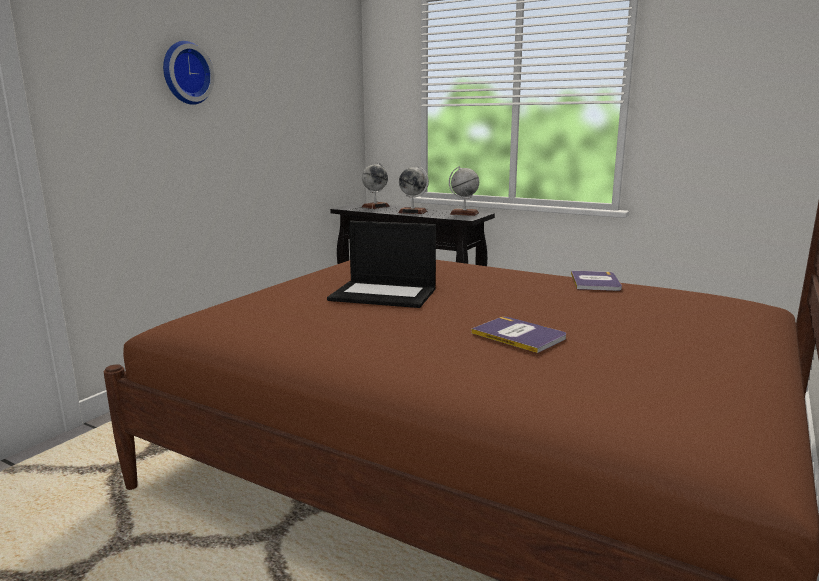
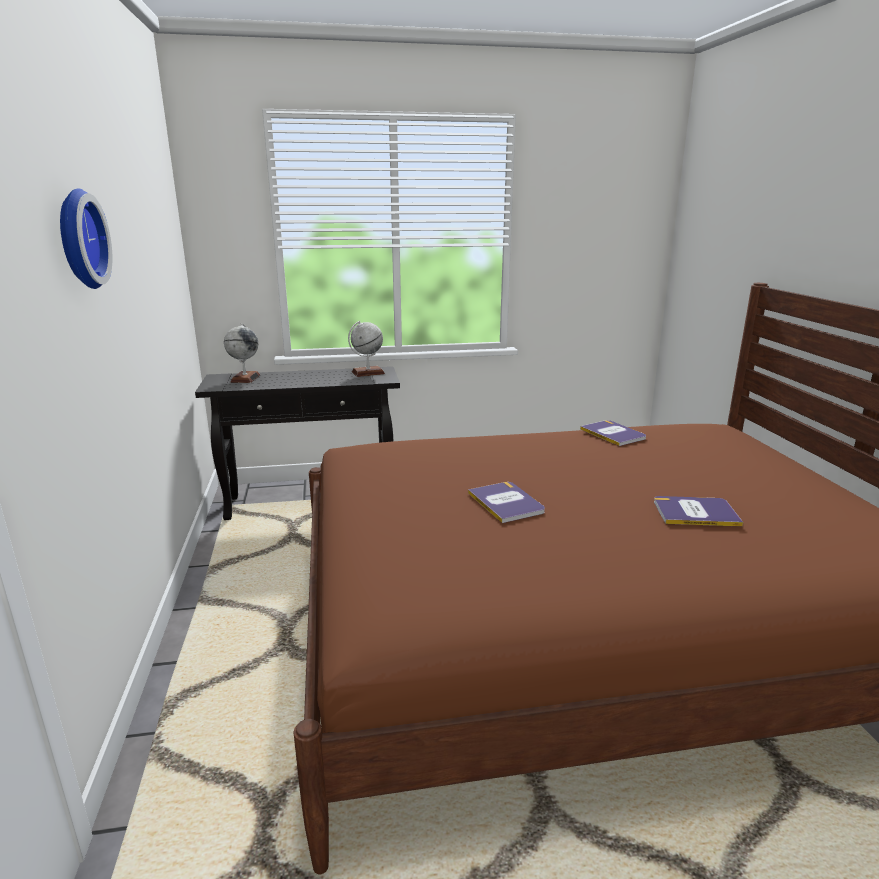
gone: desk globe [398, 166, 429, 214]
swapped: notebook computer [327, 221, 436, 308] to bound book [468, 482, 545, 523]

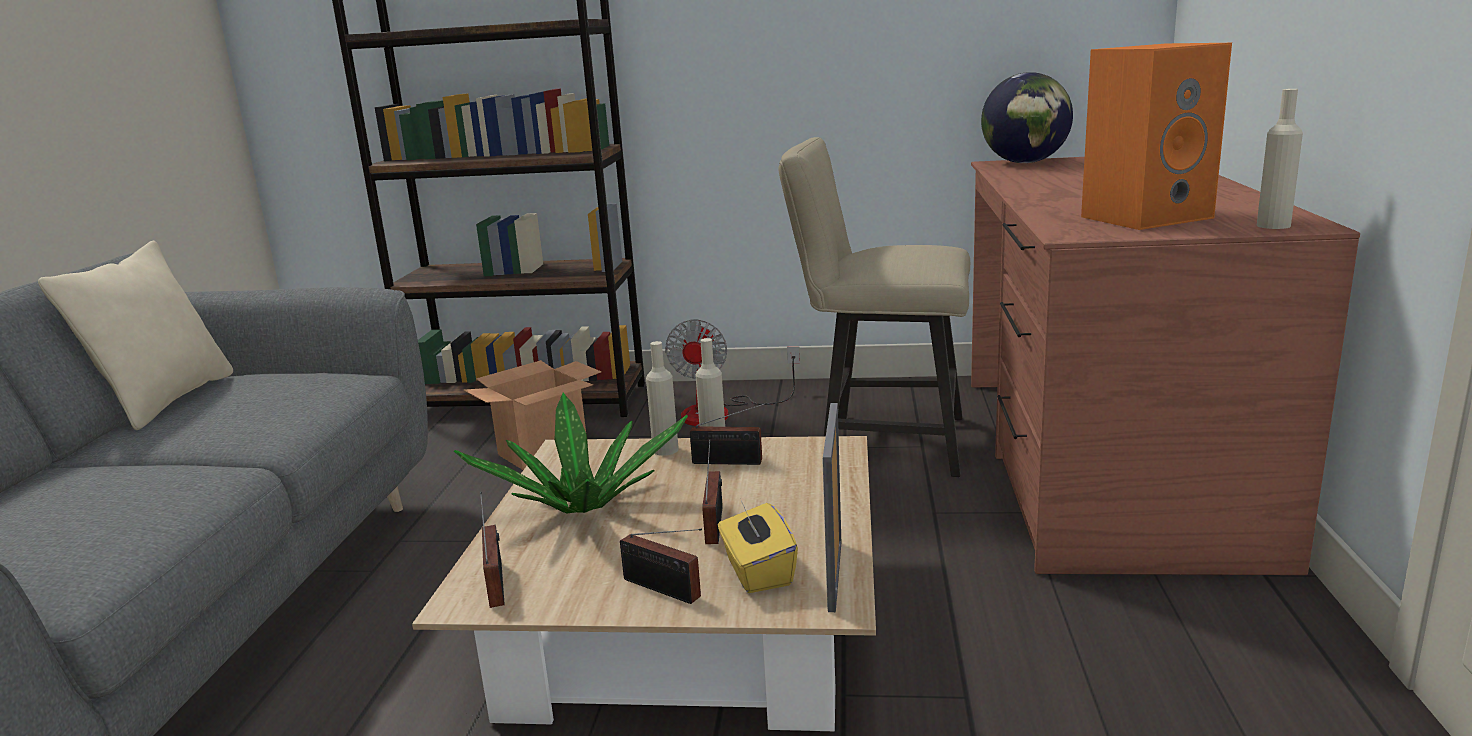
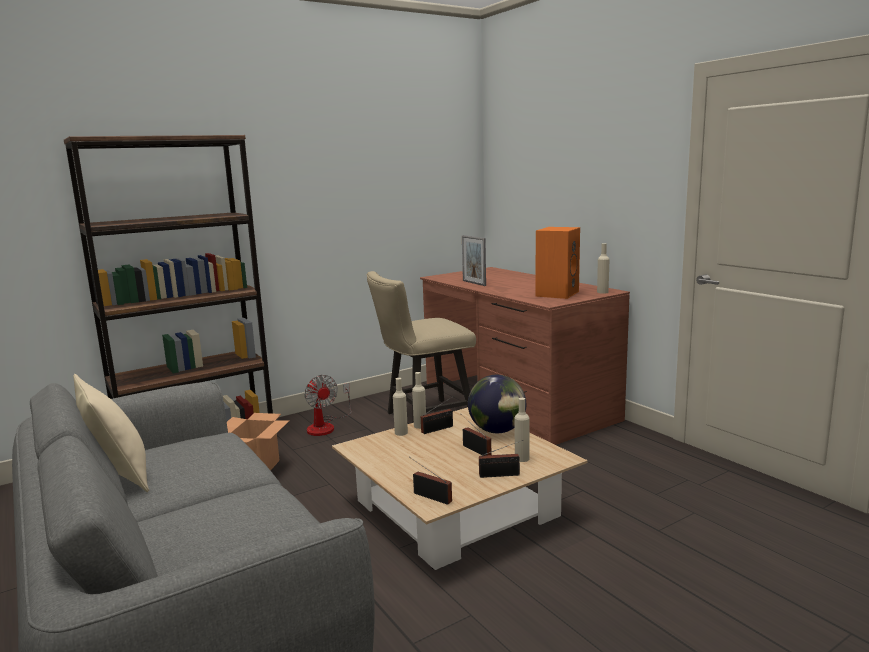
gone: potted plant [454, 393, 688, 514]
shifted: standing frame [822, 403, 842, 612] to [462, 235, 486, 286]; desk globe [981, 72, 1073, 163] to [468, 375, 526, 433]
swapped: yellow-coloured tissue box [718, 501, 798, 593] to beige drink bottle [515, 398, 529, 462]

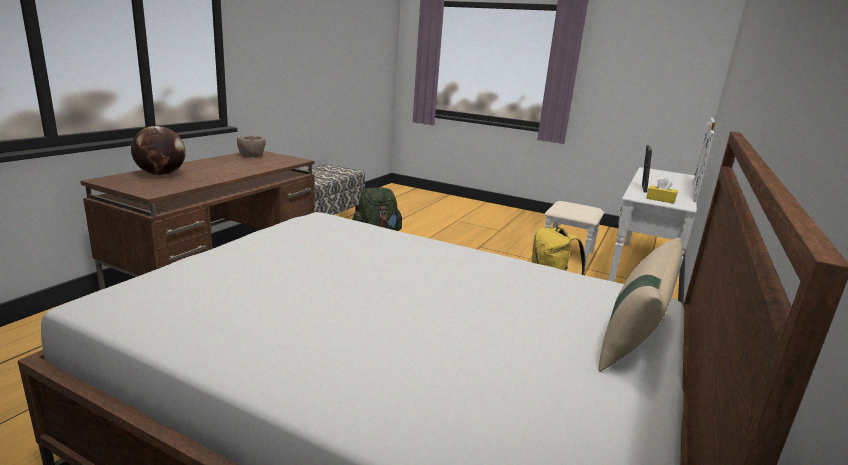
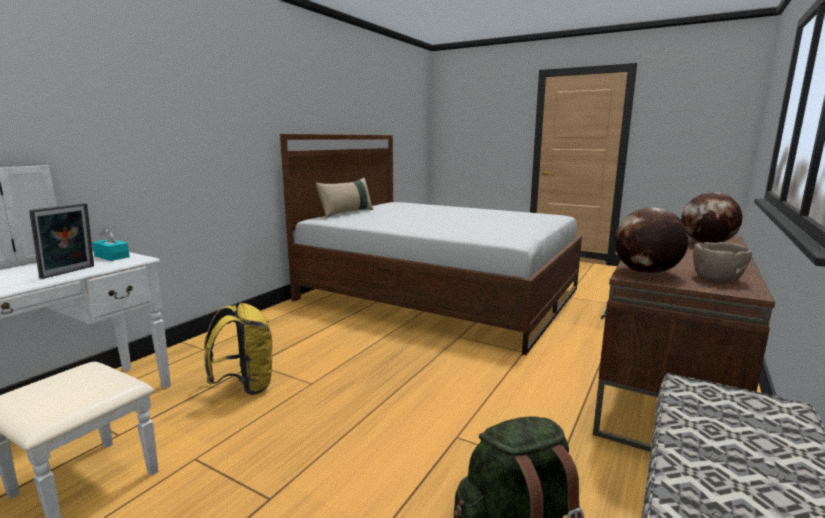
new: desk globe [615, 207, 689, 274]
repainted: yellow-coloured tissue box [646, 178, 678, 204] to blue-green tissue box [92, 228, 130, 261]

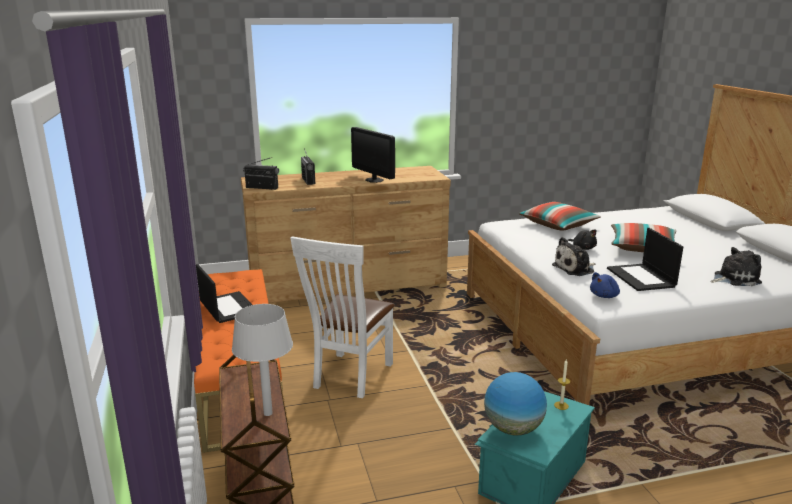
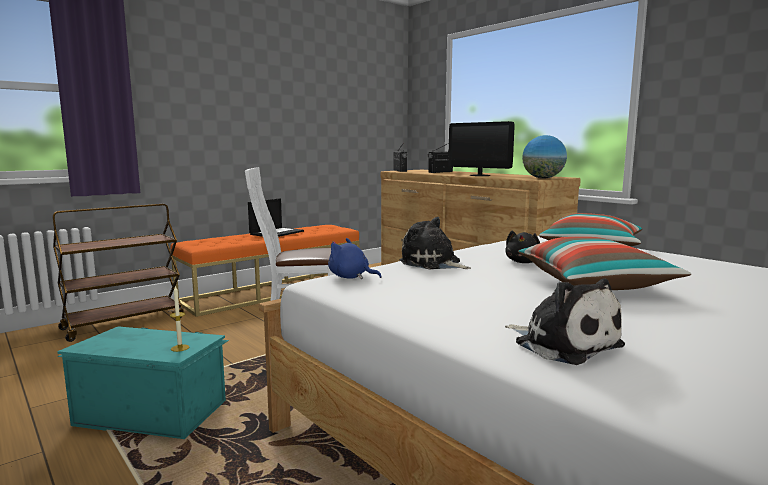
gone: gray tabletop lamp [232, 304, 293, 416]; notebook computer [607, 228, 683, 291]
shifted: desk globe [484, 372, 547, 436] to [522, 135, 567, 179]
rotated: computer screen [351, 127, 395, 183] = [448, 121, 515, 176] 75 degrees counterclockwise

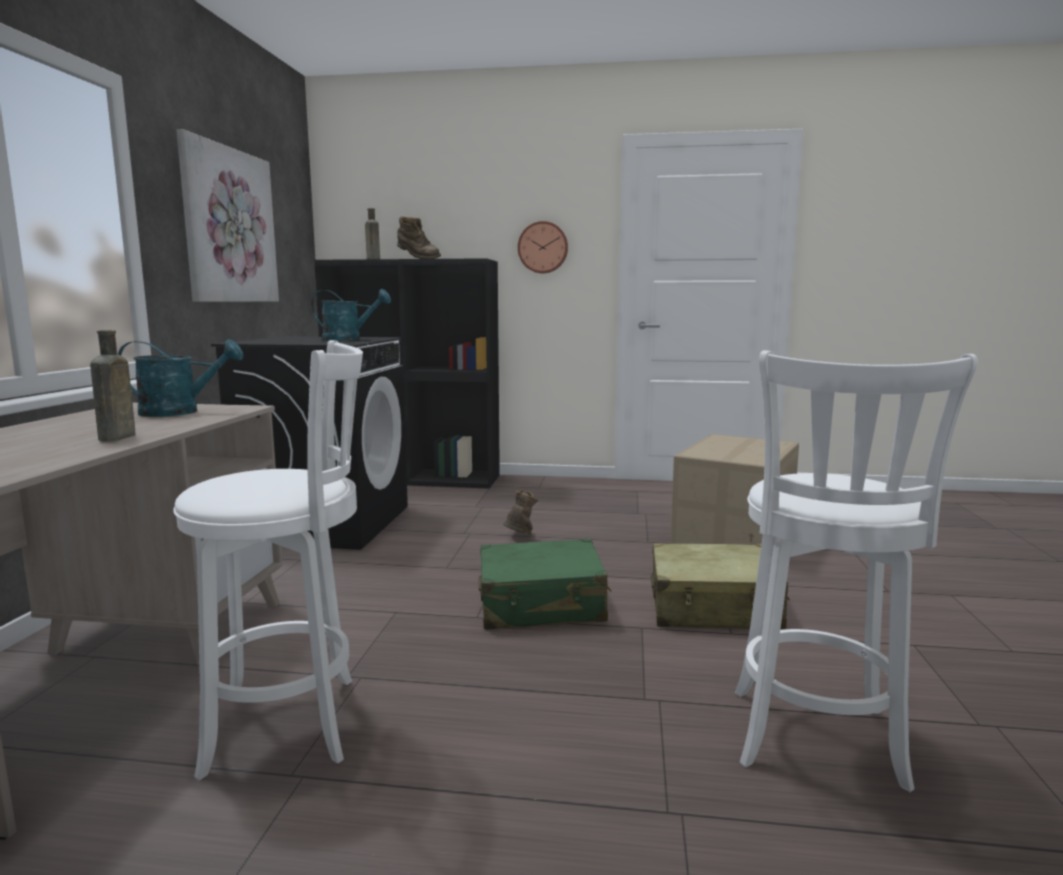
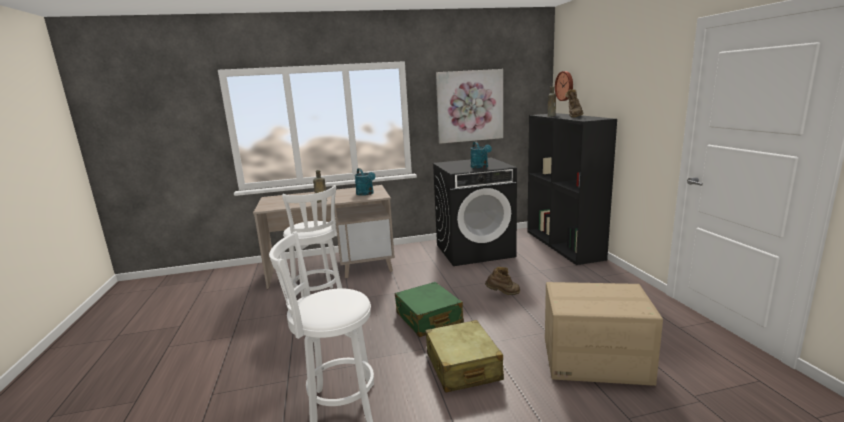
shifted: wall clock [518, 221, 568, 273] to [555, 71, 573, 101]

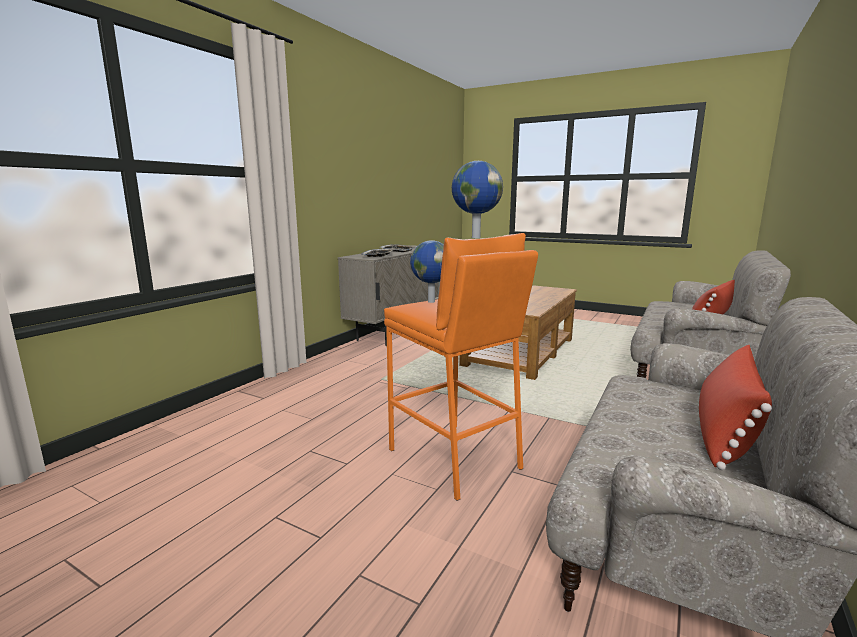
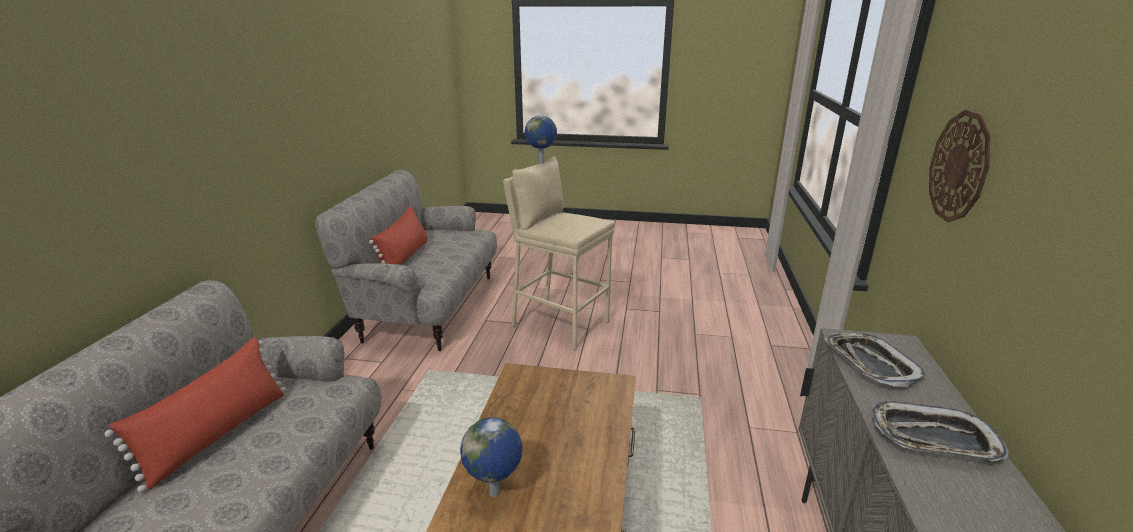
new: wall clock [929, 110, 990, 222]
shifted: desk globe [410, 240, 444, 303] to [460, 417, 523, 497]
repainted: orange-coloured stool [384, 233, 538, 501] to beige stool [503, 156, 614, 350]

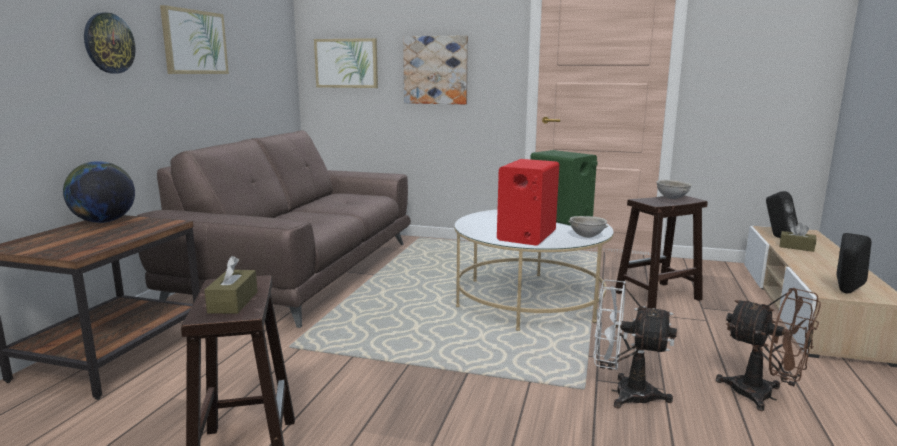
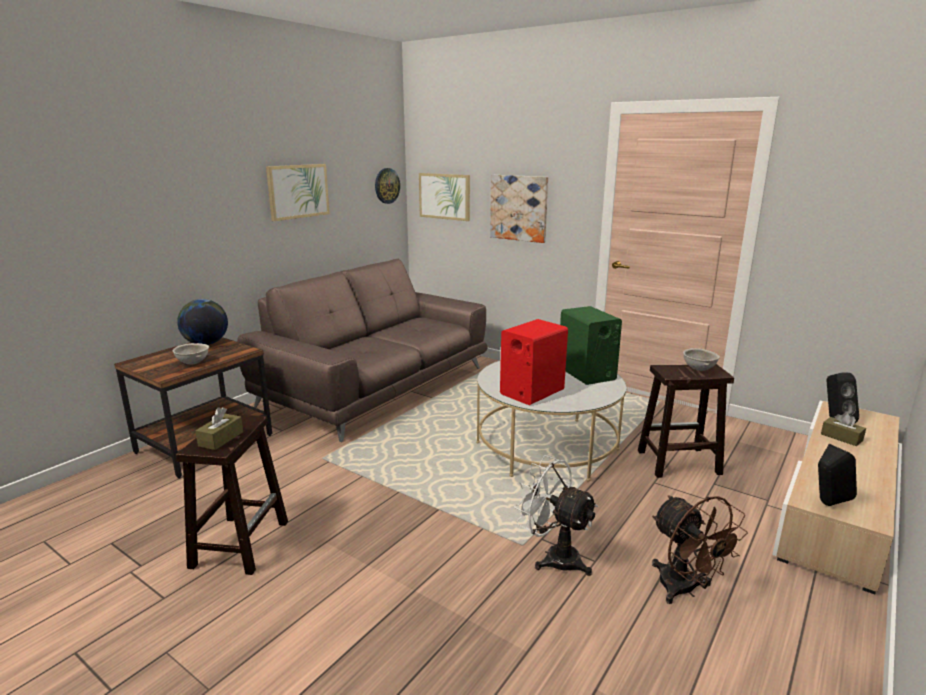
shifted: wall clock [84, 12, 136, 73] to [375, 168, 400, 204]; gray serving bowl [568, 216, 608, 238] to [172, 343, 209, 364]

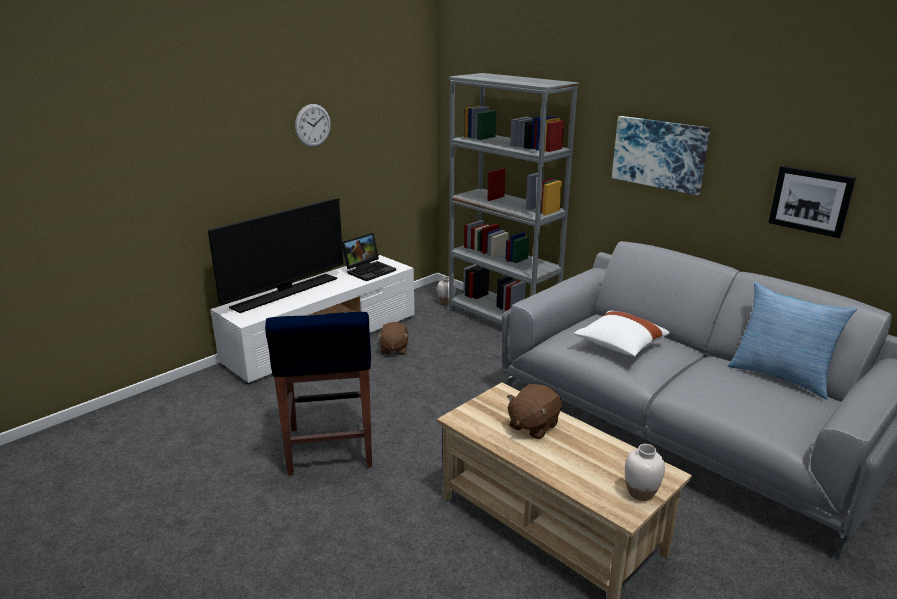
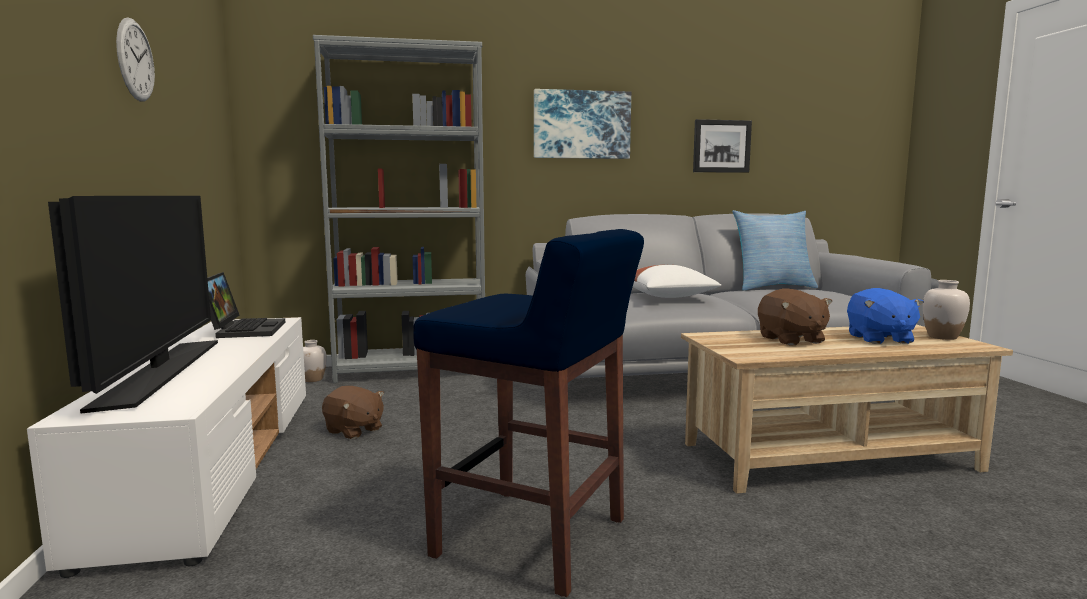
new: blue-coloured plush toy [847, 288, 924, 344]

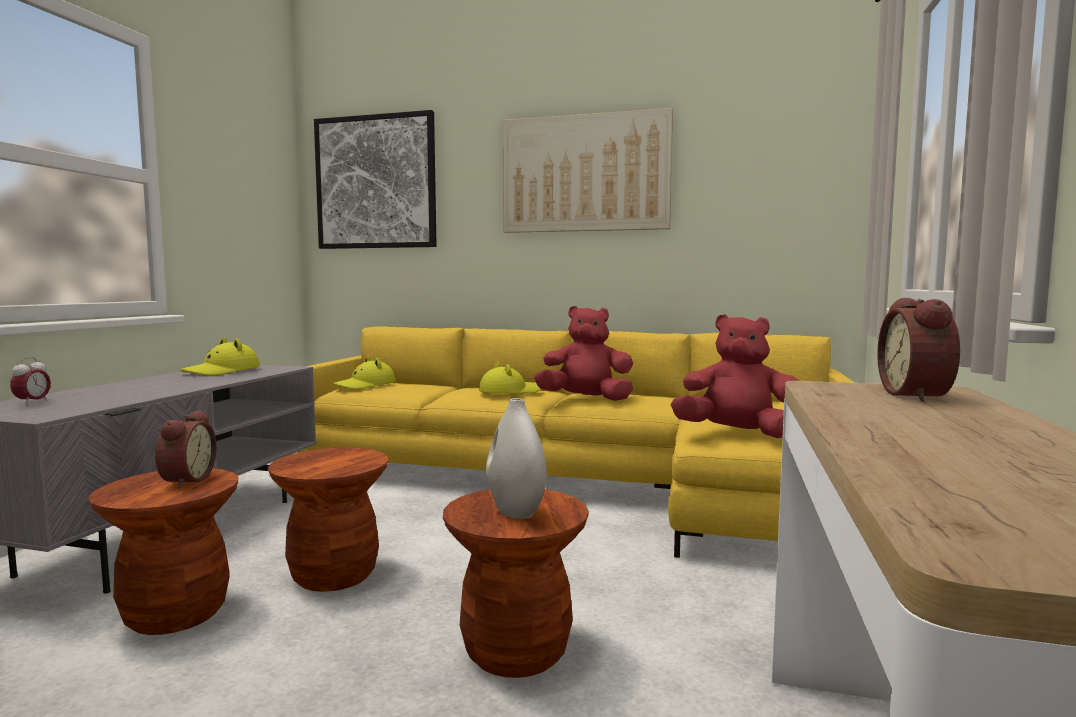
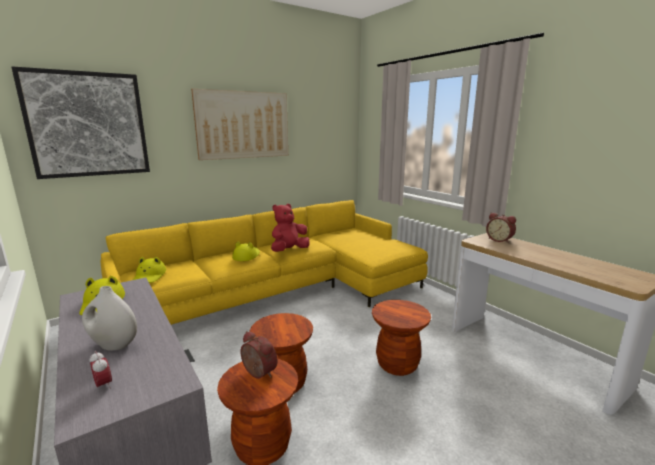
gone: red-coloured plush toy [671, 314, 800, 438]
shifted: white flower vase [486, 398, 546, 519] to [82, 286, 137, 351]

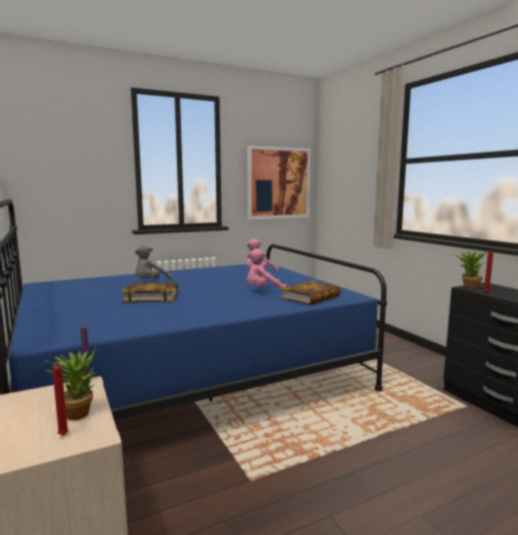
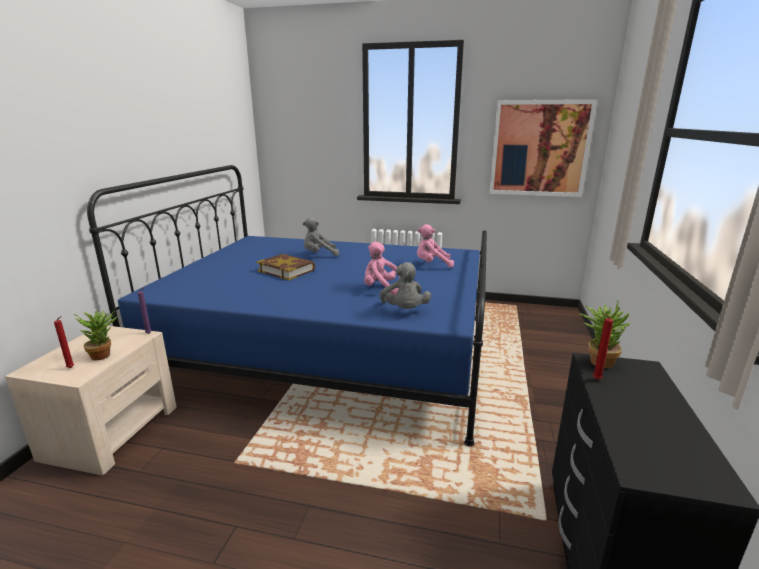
swapped: bound book [280, 280, 341, 305] to gray plush toy [379, 262, 431, 309]

